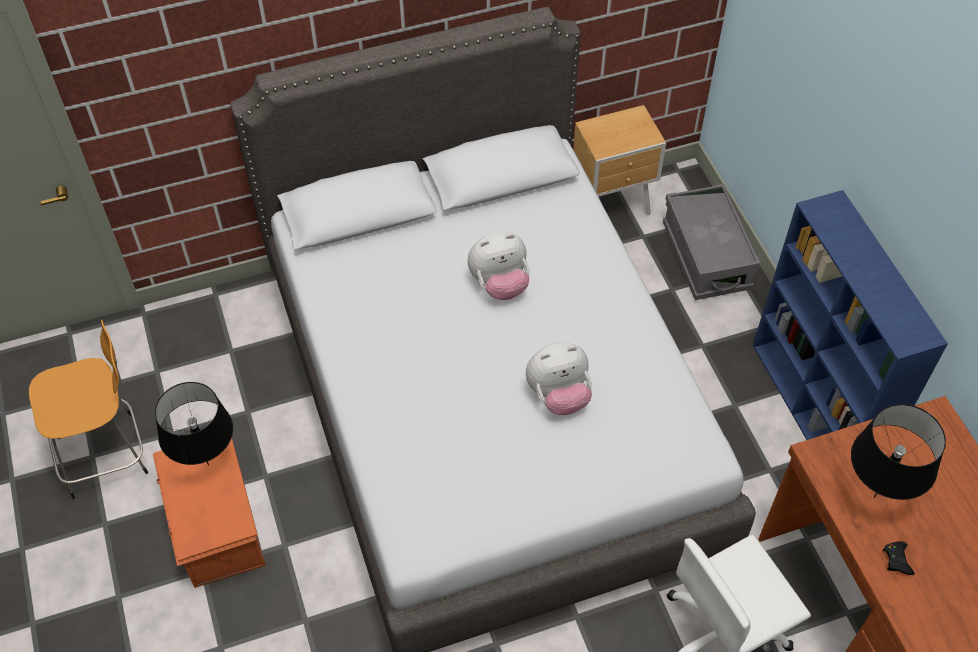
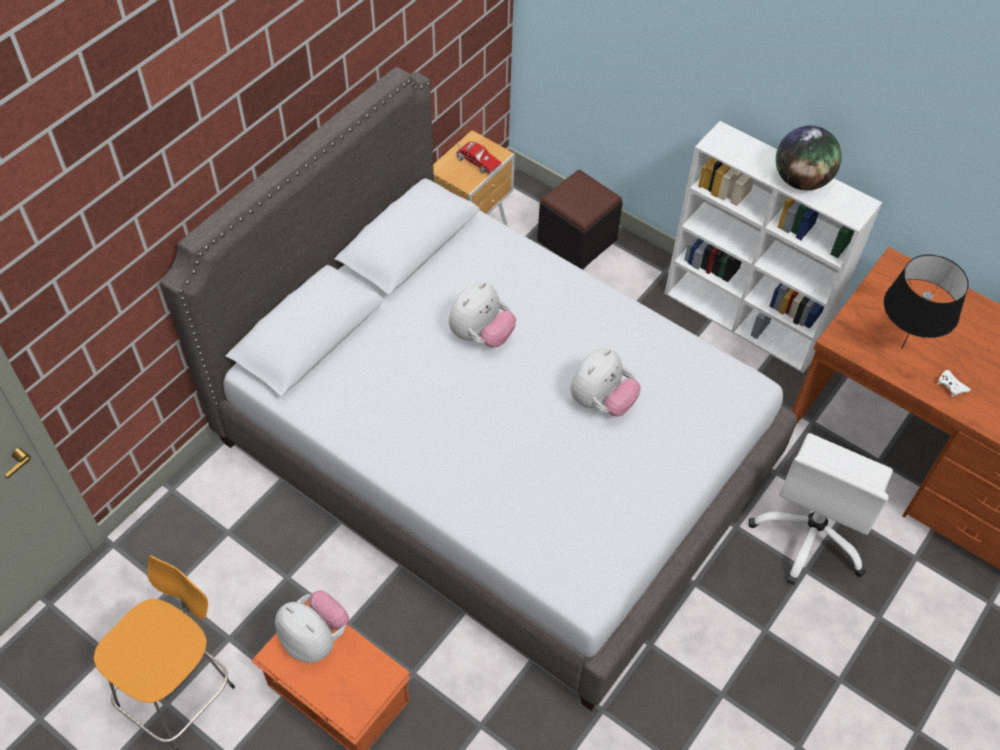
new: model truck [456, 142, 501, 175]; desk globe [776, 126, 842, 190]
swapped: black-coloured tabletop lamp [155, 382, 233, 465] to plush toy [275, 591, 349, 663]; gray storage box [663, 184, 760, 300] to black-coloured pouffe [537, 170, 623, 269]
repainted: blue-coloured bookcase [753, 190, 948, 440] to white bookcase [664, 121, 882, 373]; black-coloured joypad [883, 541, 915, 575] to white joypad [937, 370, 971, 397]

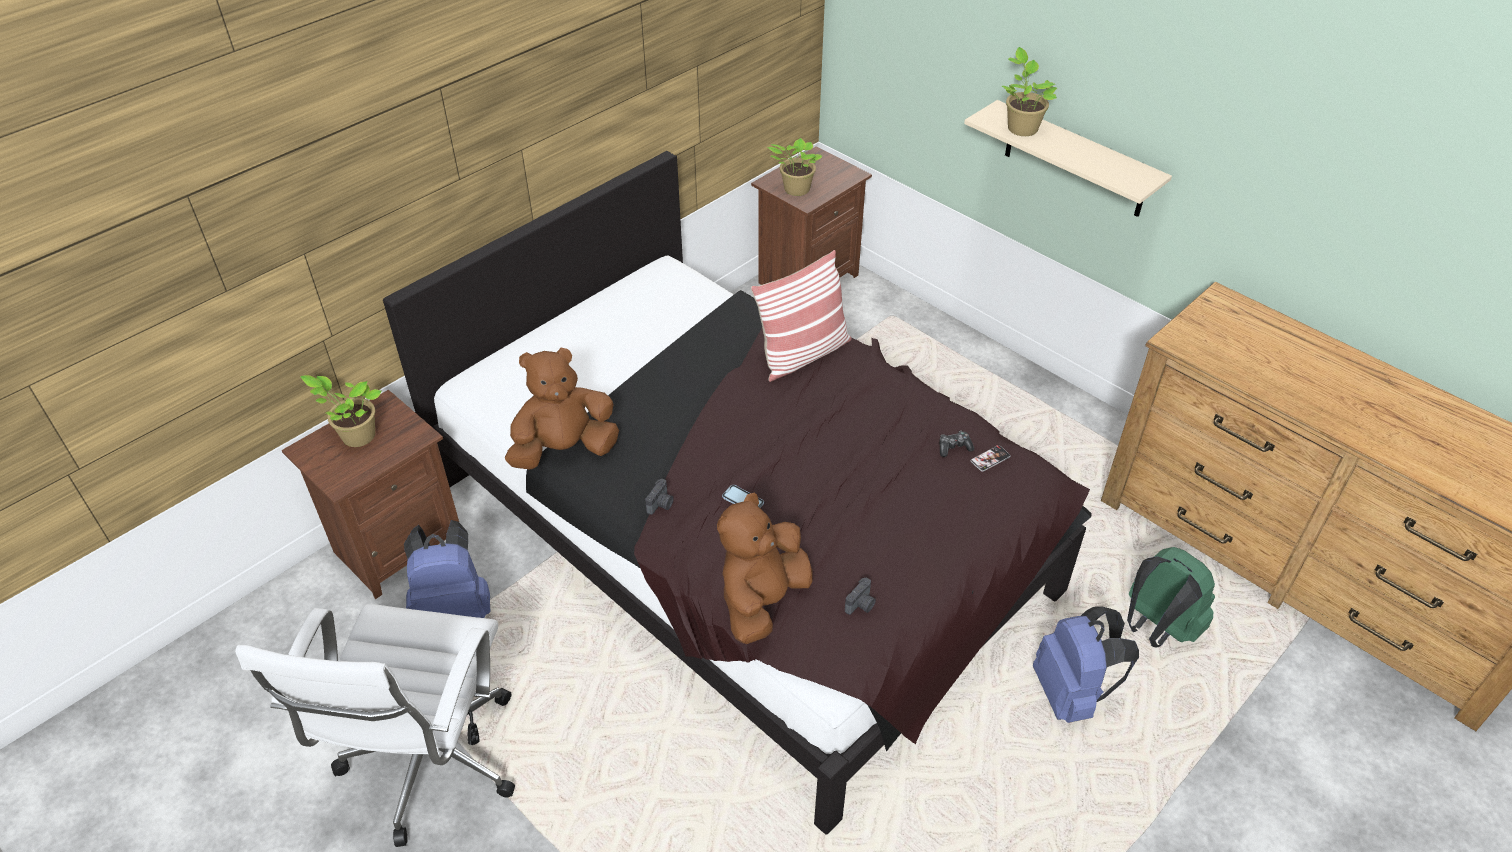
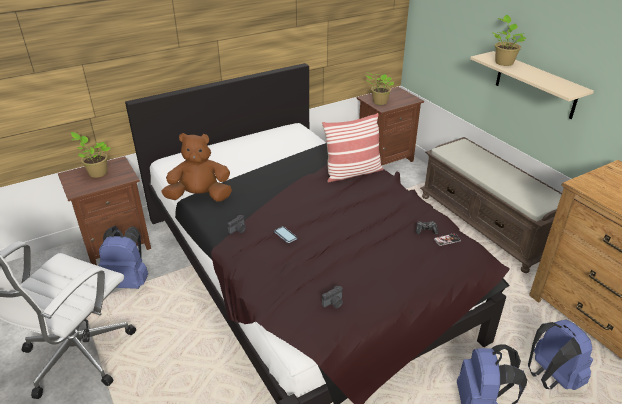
gone: brownish plush toy [717, 493, 812, 644]
new: brownish indoor bench [420, 137, 562, 273]
repainted: greenish rucksack [1127, 547, 1215, 648] to blue-coloured rucksack [528, 320, 593, 390]

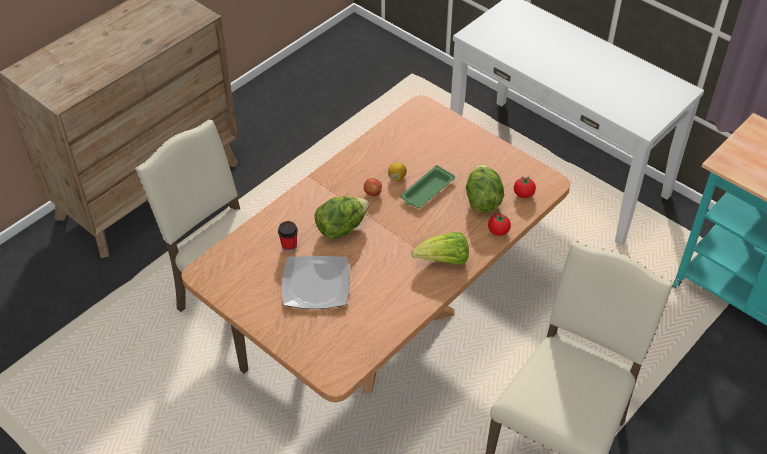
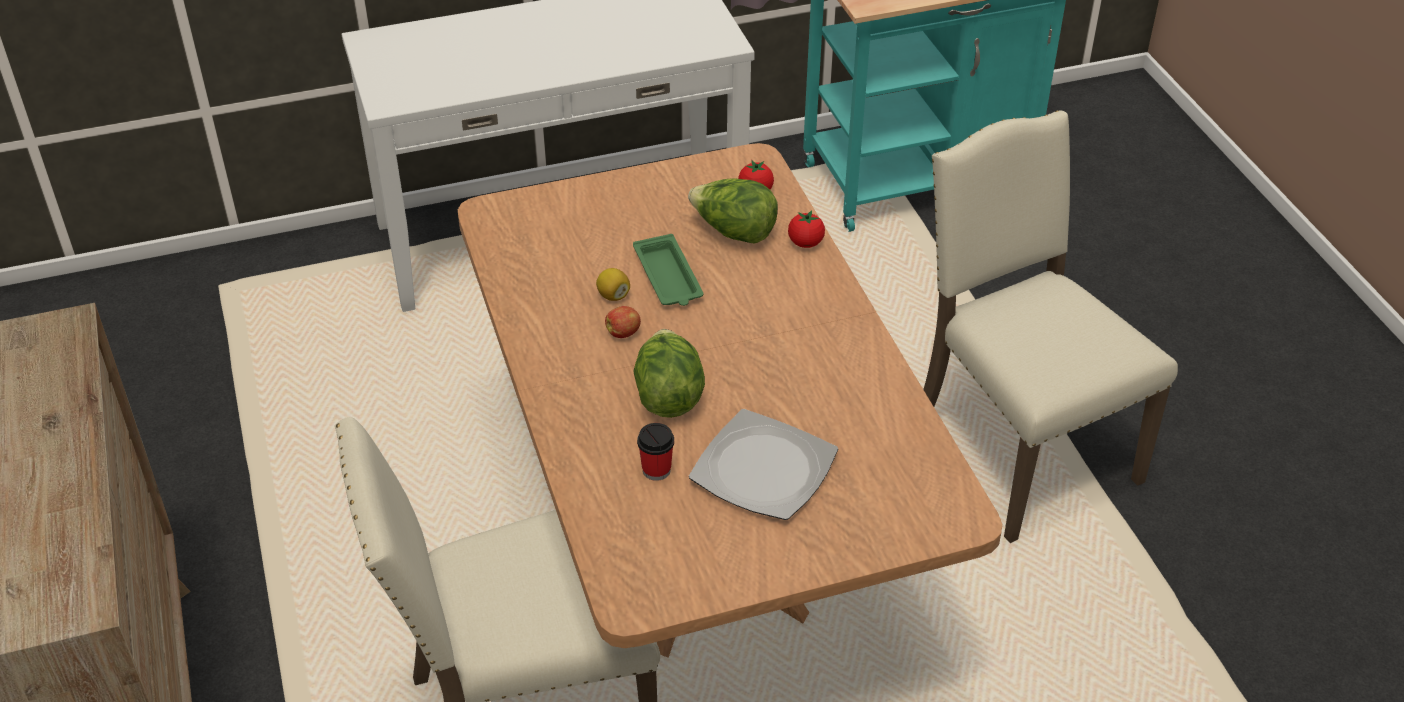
gone: lettuce [411, 232, 469, 265]

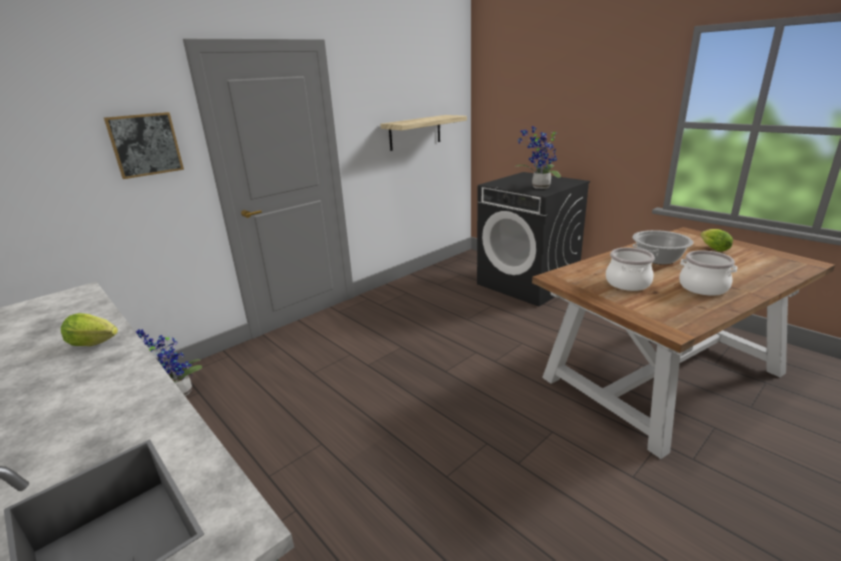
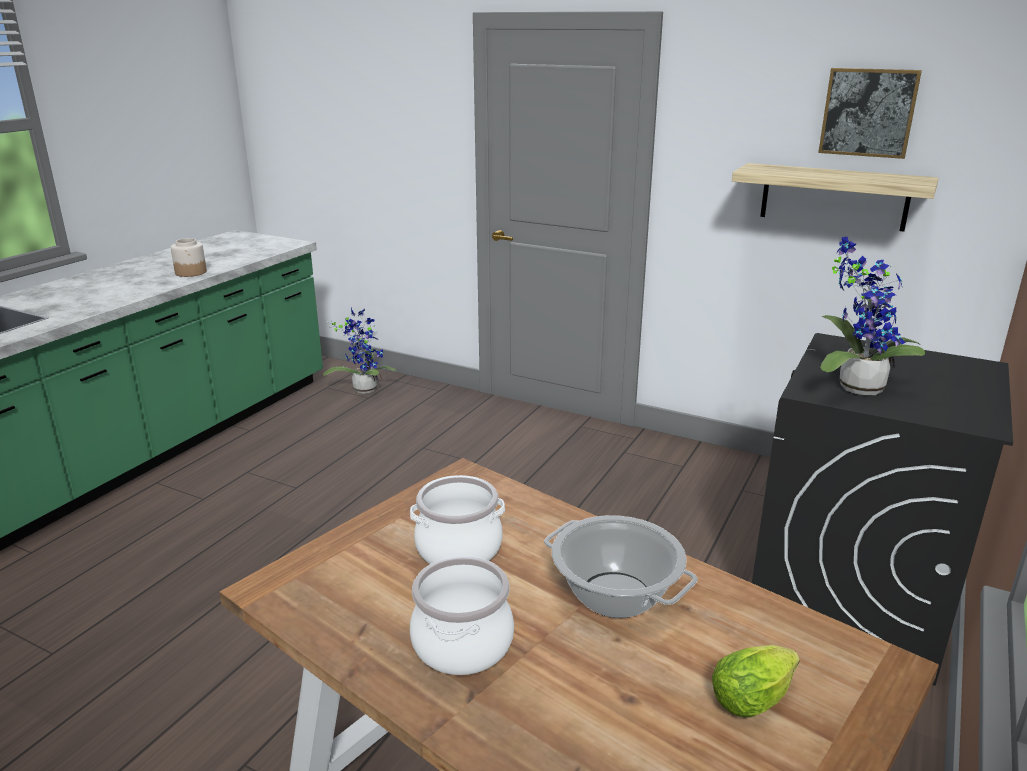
shifted: wall art [104, 112, 184, 179] to [818, 68, 922, 159]
swapped: lettuce [61, 313, 118, 346] to storage jar [170, 238, 207, 277]

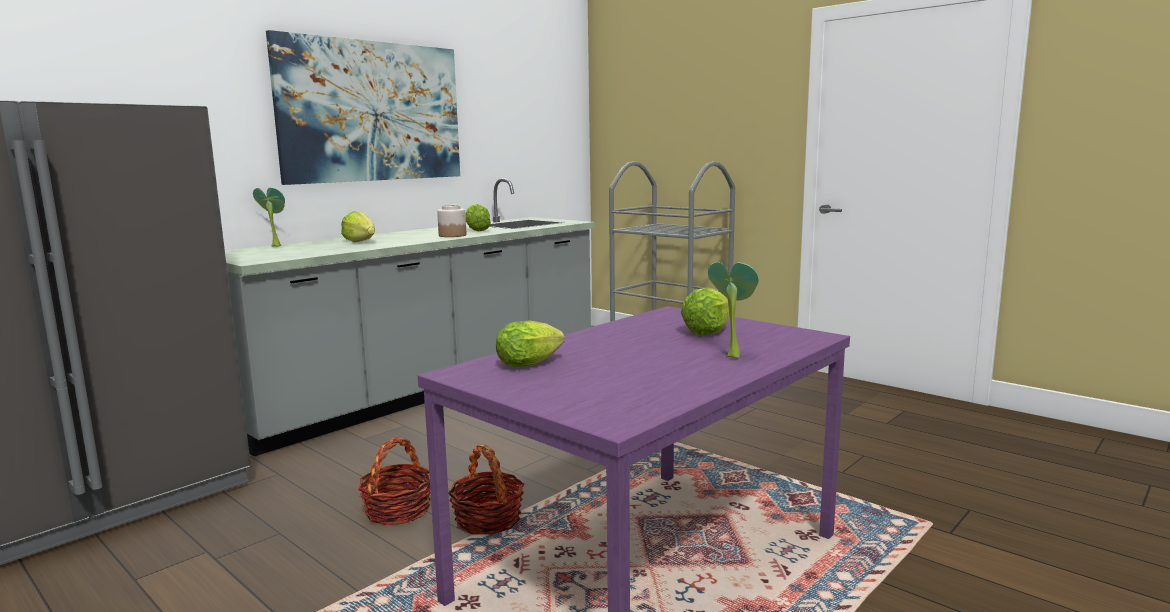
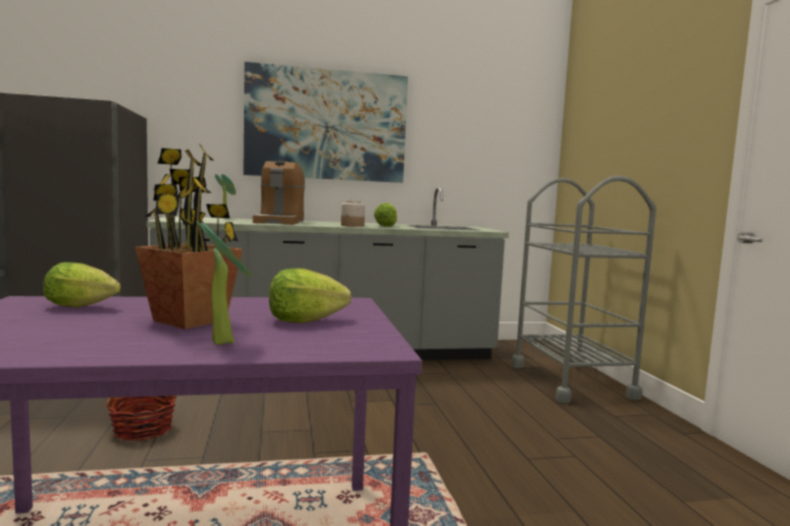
gone: household basket [448, 444, 524, 535]
new: potted plant [135, 144, 243, 329]
swapped: lettuce [341, 212, 375, 242] to coffee maker [253, 161, 305, 225]

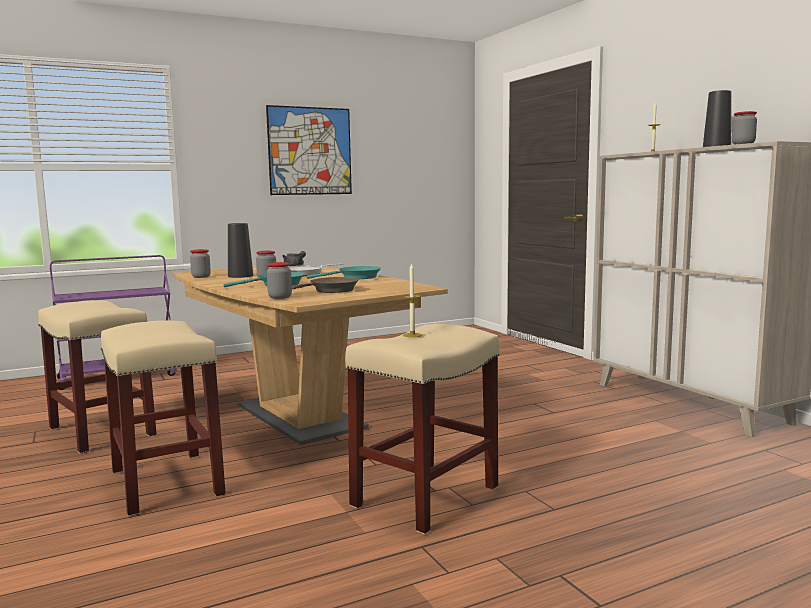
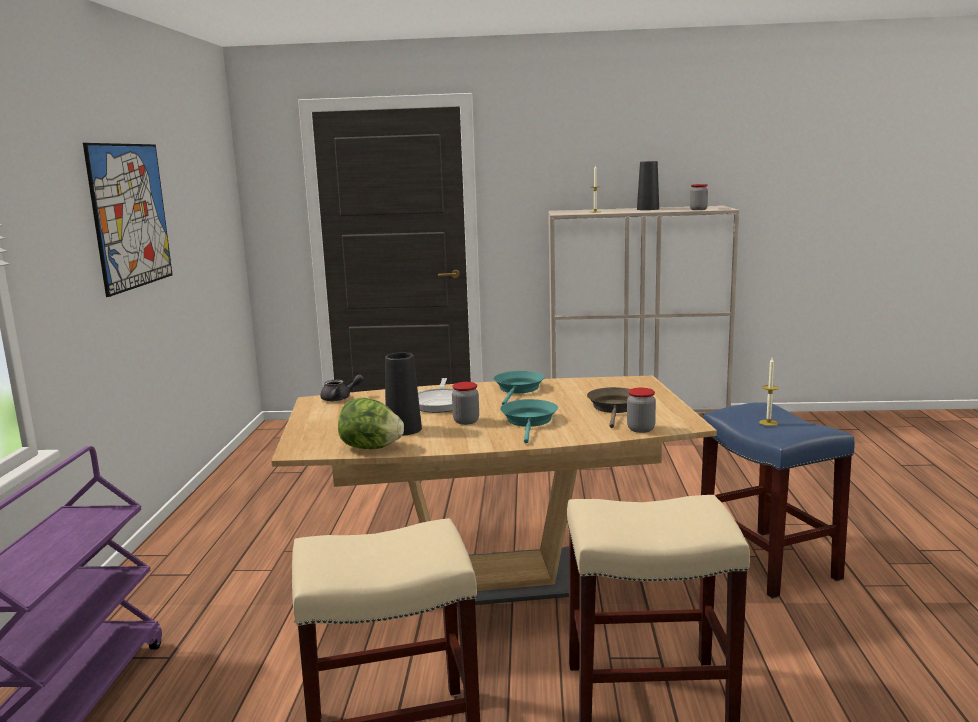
swapped: storage jar [190, 249, 211, 278] to lettuce [338, 398, 404, 449]
repainted: beige stool [345, 324, 500, 535] to blue-coloured stool [701, 402, 855, 599]

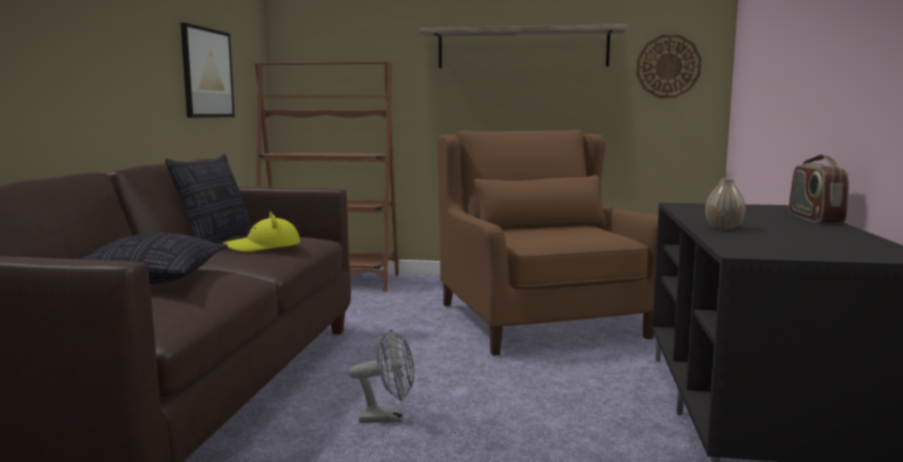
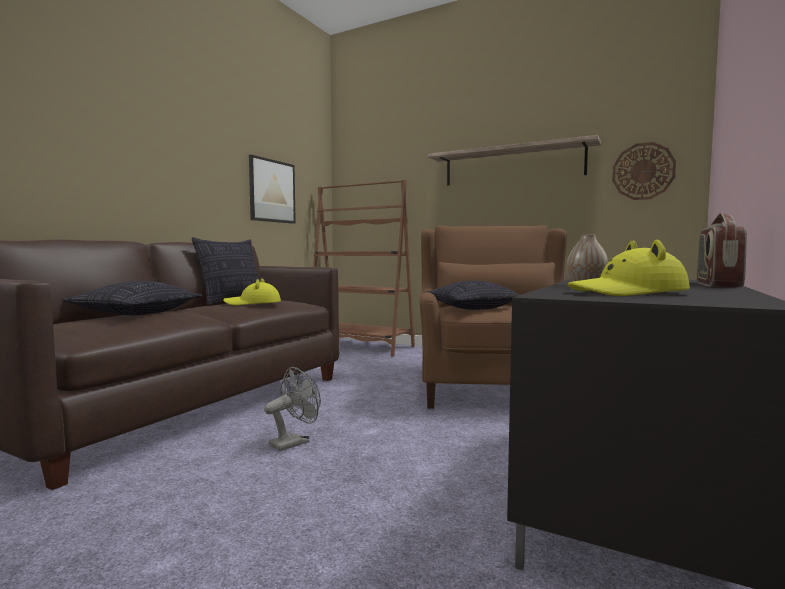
new: cushion [424, 281, 521, 310]; yellow-coloured wearable hat [567, 240, 690, 296]
rotated: gray cooling fan [349, 329, 414, 423] = [264, 367, 321, 451] 60 degrees counterclockwise

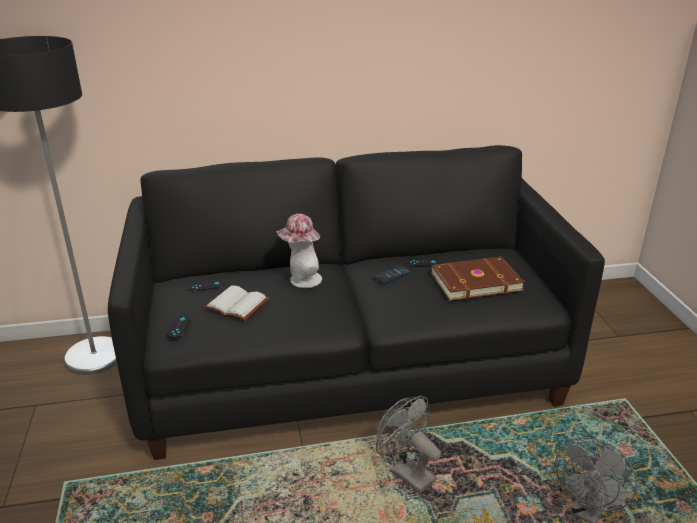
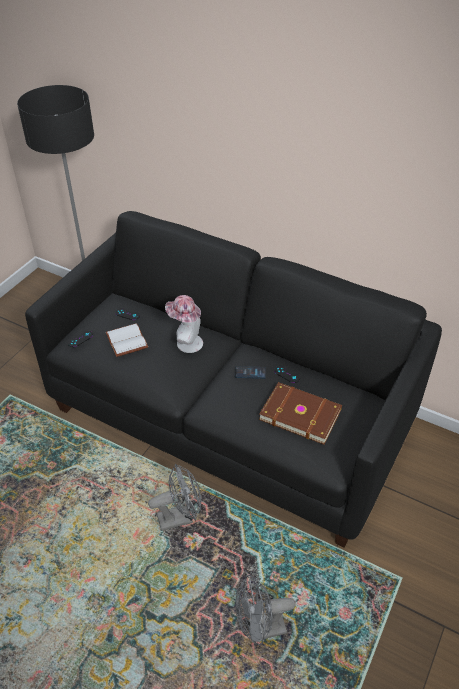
rotated: gray cooling fan [376, 396, 441, 494] = [148, 464, 201, 531] 75 degrees clockwise

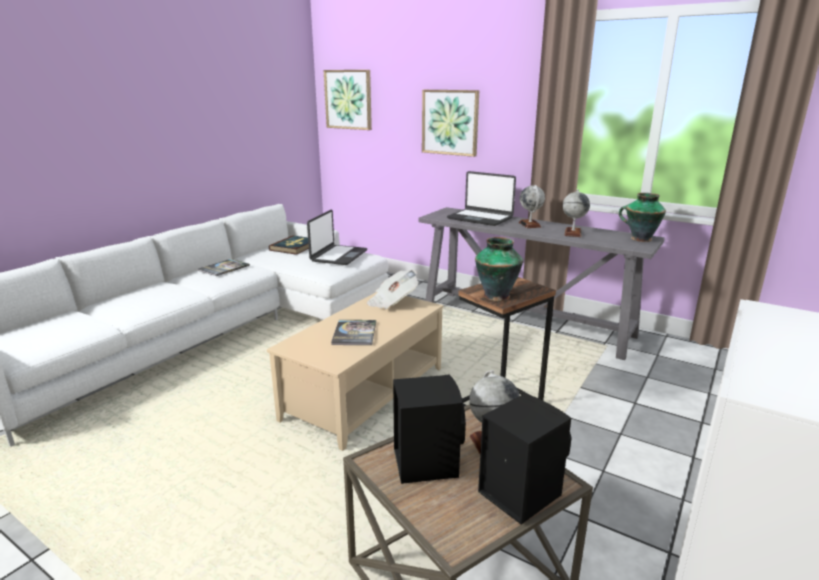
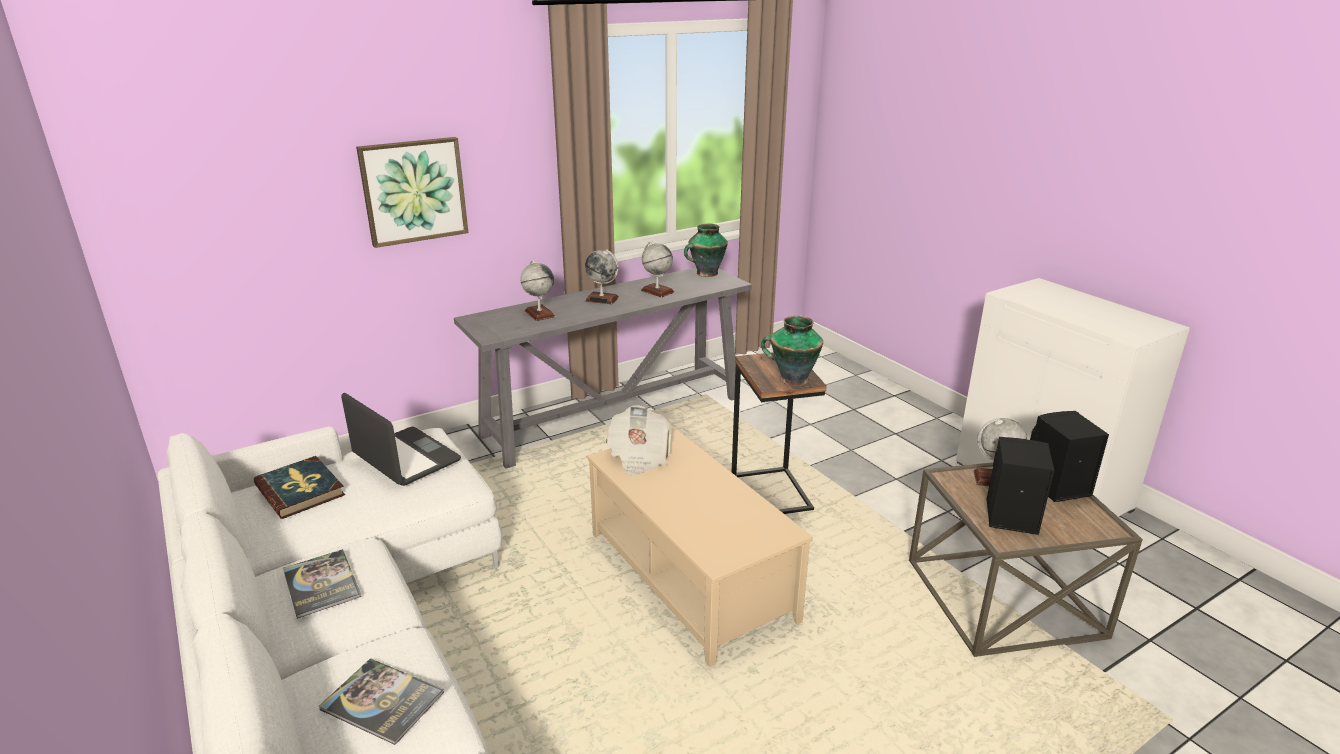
gone: wall art [324, 70, 372, 130]
shifted: bound book [331, 320, 376, 345] to [319, 658, 444, 745]
swapped: notebook computer [447, 171, 516, 226] to desk globe [520, 260, 556, 321]

